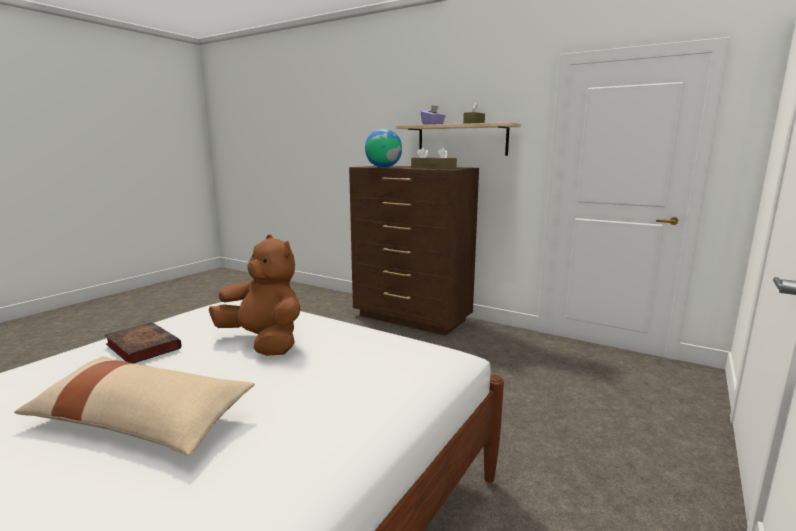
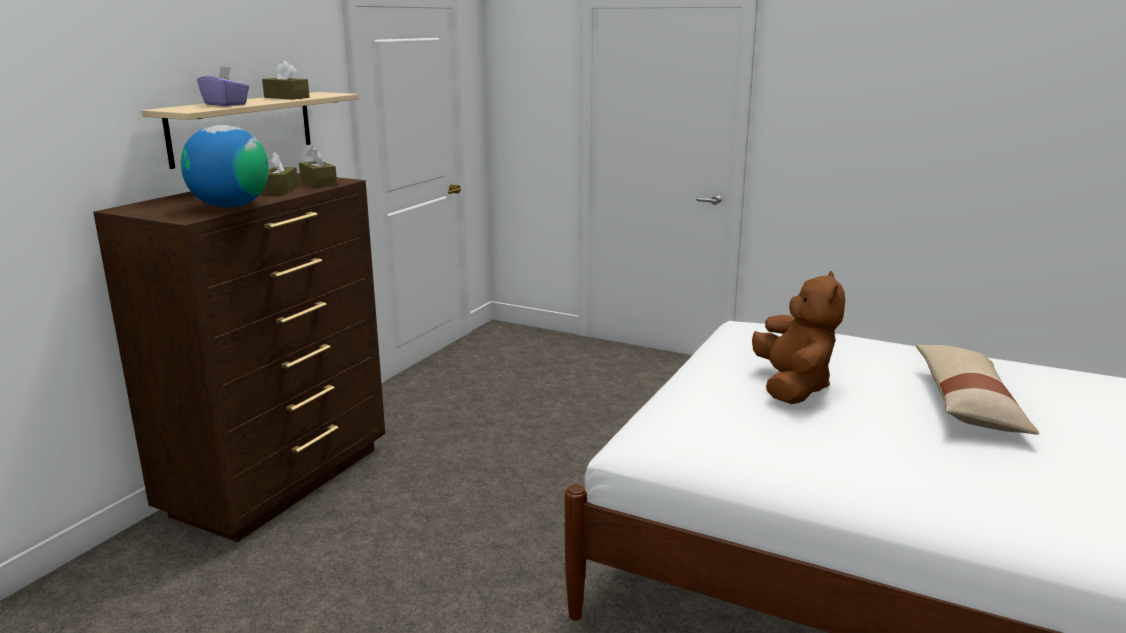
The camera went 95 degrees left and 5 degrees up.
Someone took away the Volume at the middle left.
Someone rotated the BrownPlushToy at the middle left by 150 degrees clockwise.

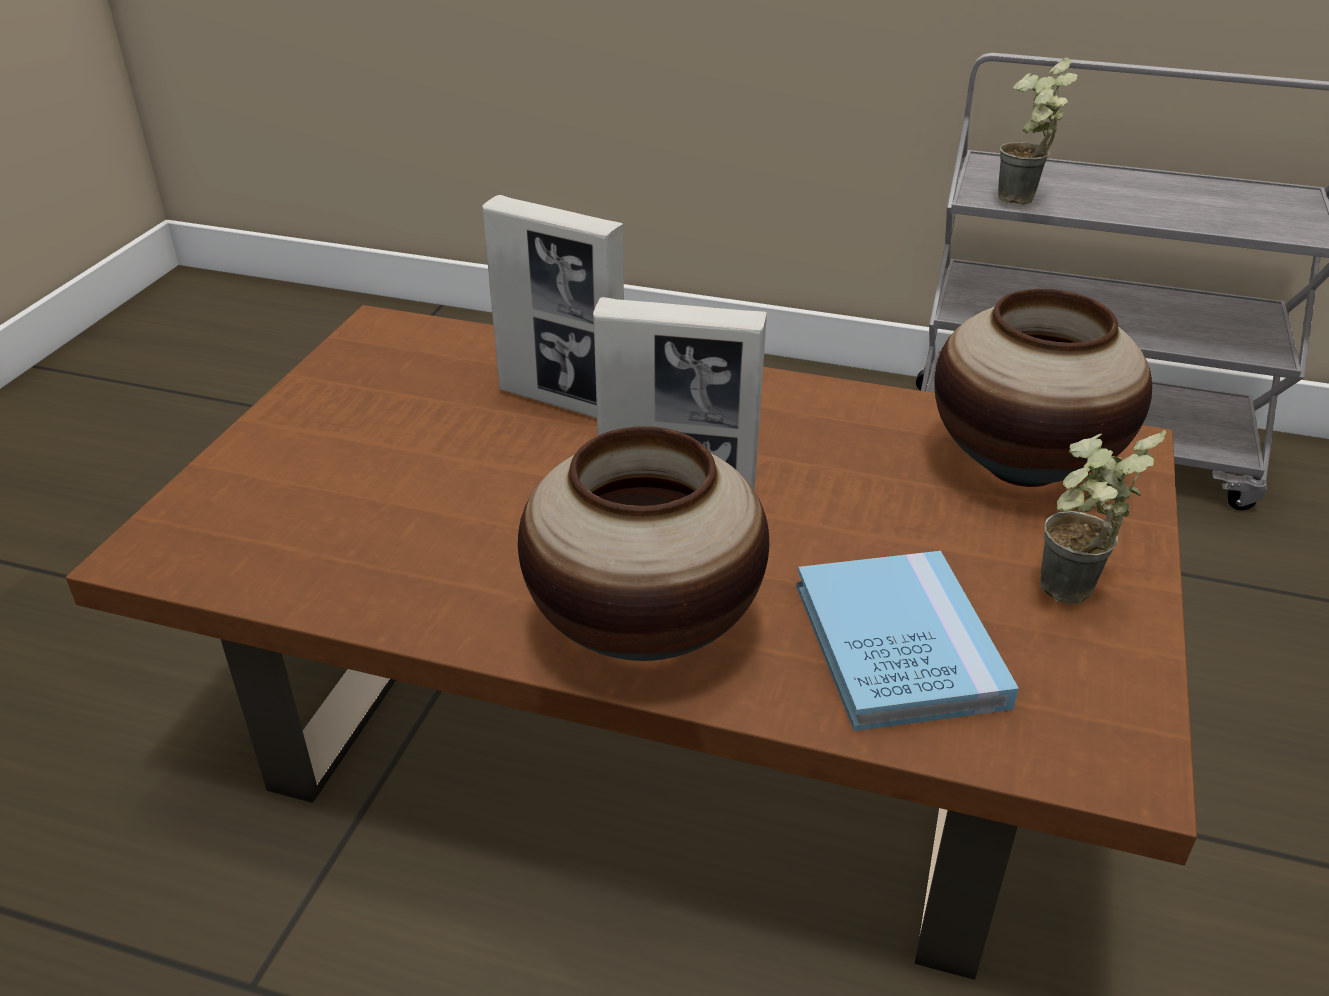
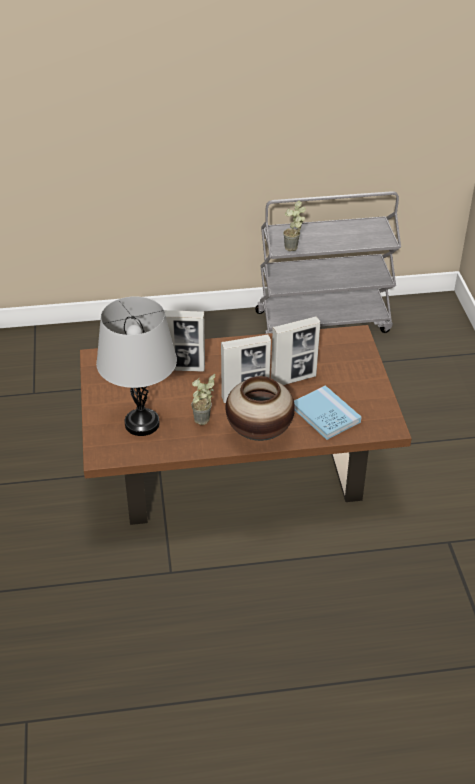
The camera went 25 degrees left and 5 degrees up.
Someone took away the FlowerVase (2nd from left) at the middle right.
Someone carried the PottedPlant (2nd from left in the first image) from the middle right to the centre.
Someone put down the GrayLampForATable at the middle left.
Someone put down the PictureFrame (3rd from left) at the centre.

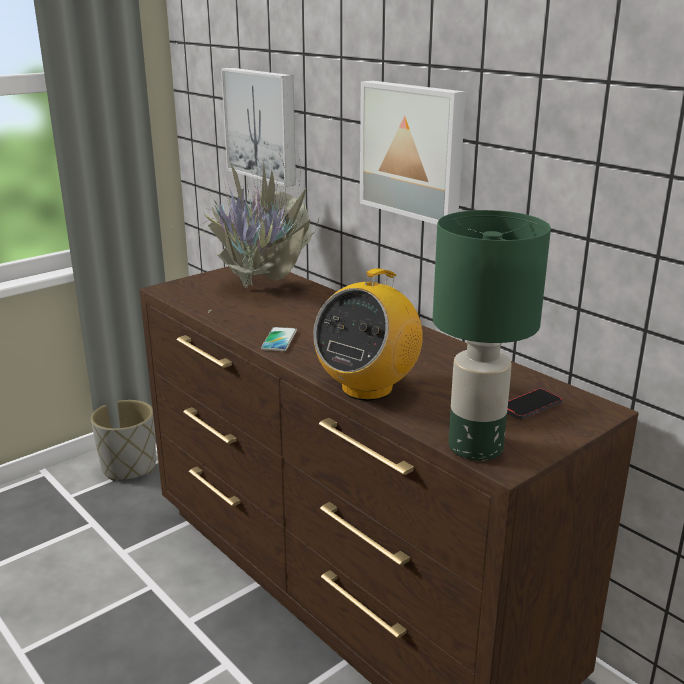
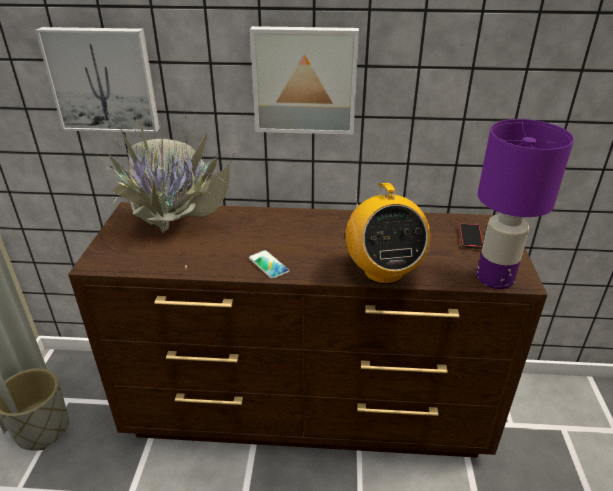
The camera went 45 degrees left and 10 degrees up.
Someone repainted the GreenishLampForATable at the middle right, which became the PurplishLampForATable at the middle right.

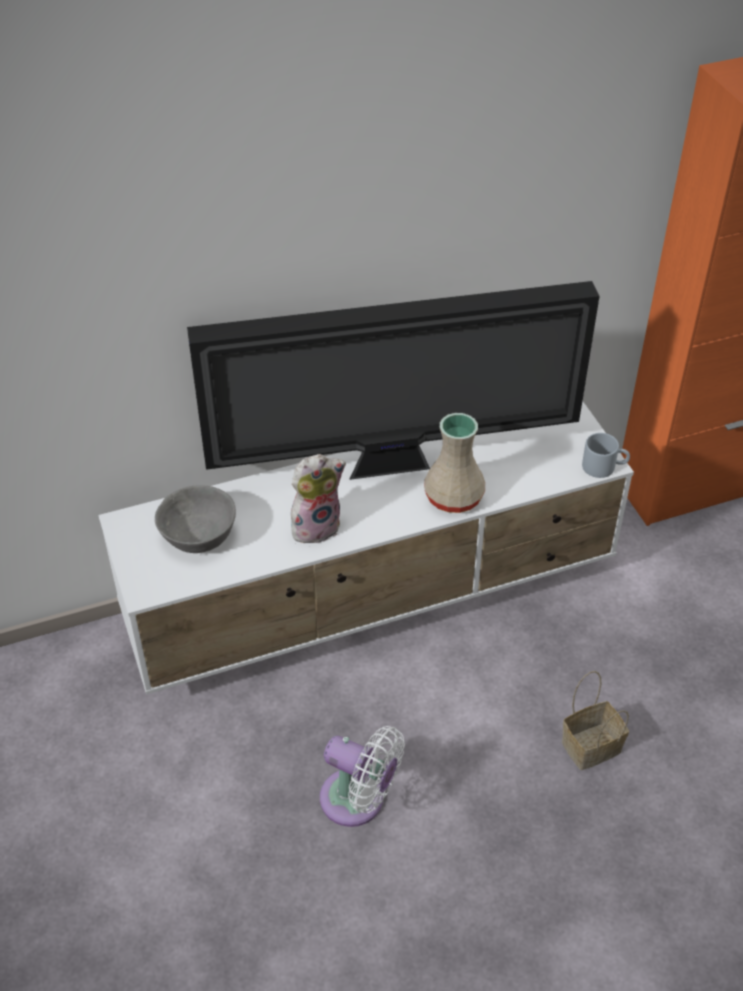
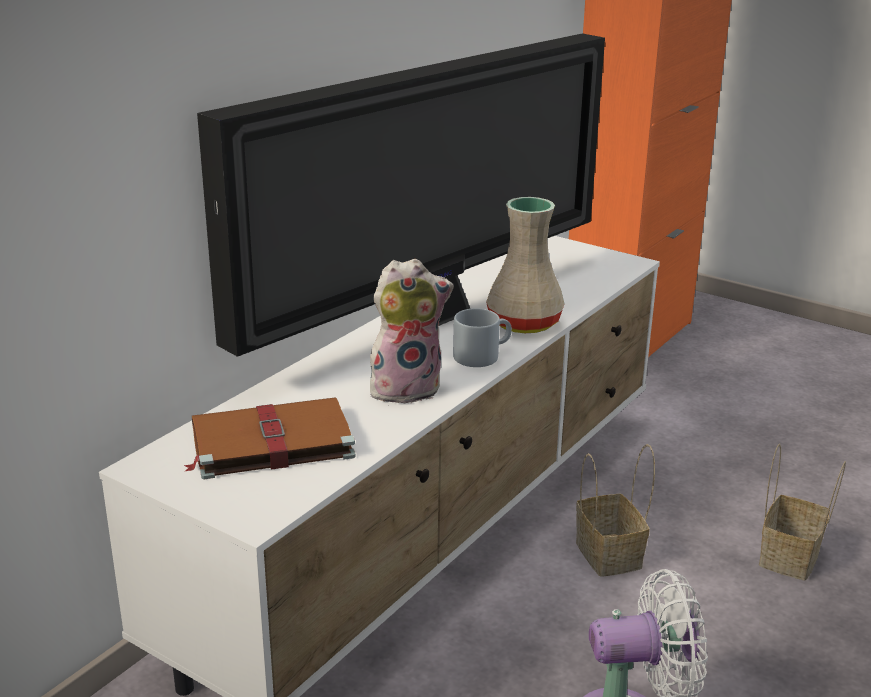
The camera went 35 degrees left and 20 degrees down.
Someone swapped the GrayDeepDish at the middle left for the BrownVolume at the middle left.
Someone rotated the PlushToy at the centre by 45 degrees clockwise.
Someone carried the GrayCoffeeMug from the middle right to the centre.
Someone put down the StorageBasket (1st from left) at the bottom right.

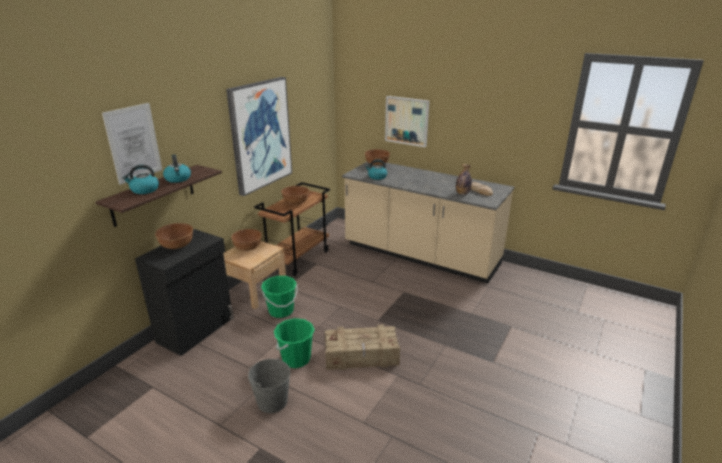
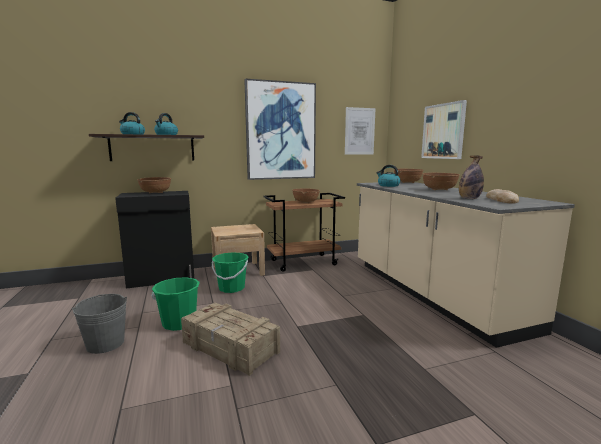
The camera went 40 degrees right and 15 degrees down.
Someone carried the WallPicture (1st from left in the first image) from the top left to the top centre.
Someone carried the BrownDeepDish (2nd from left in the first image) from the centre to the middle right.

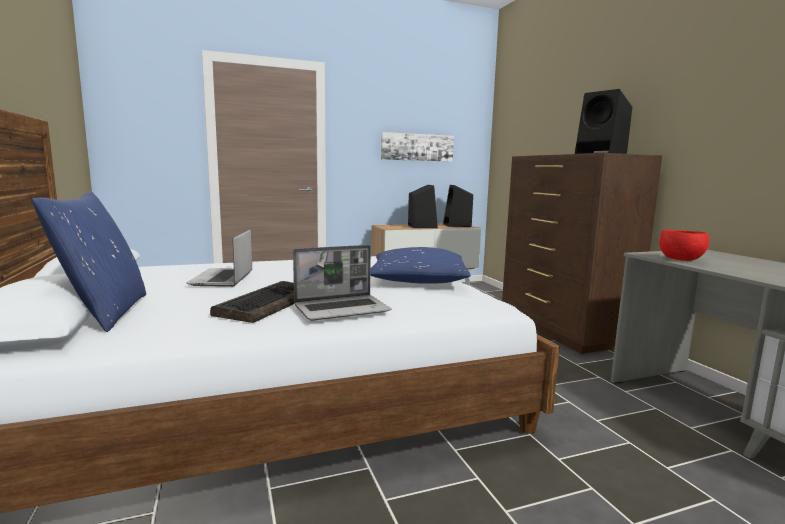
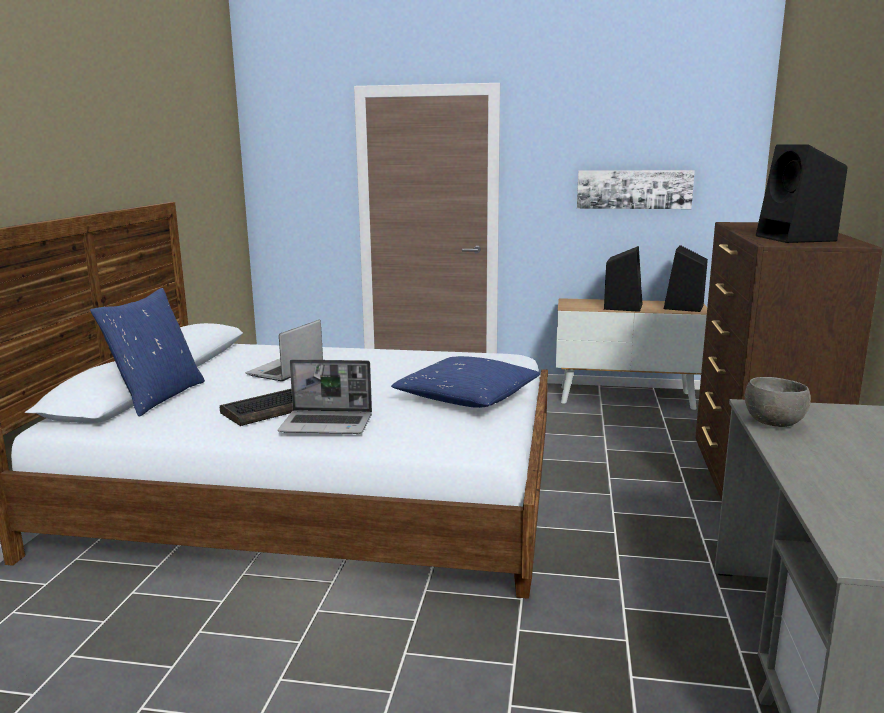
The camera went 30 degrees right and 5 degrees up.
Someone repainted the RedDeepDish at the middle right, which became the GrayDeepDish at the middle right.

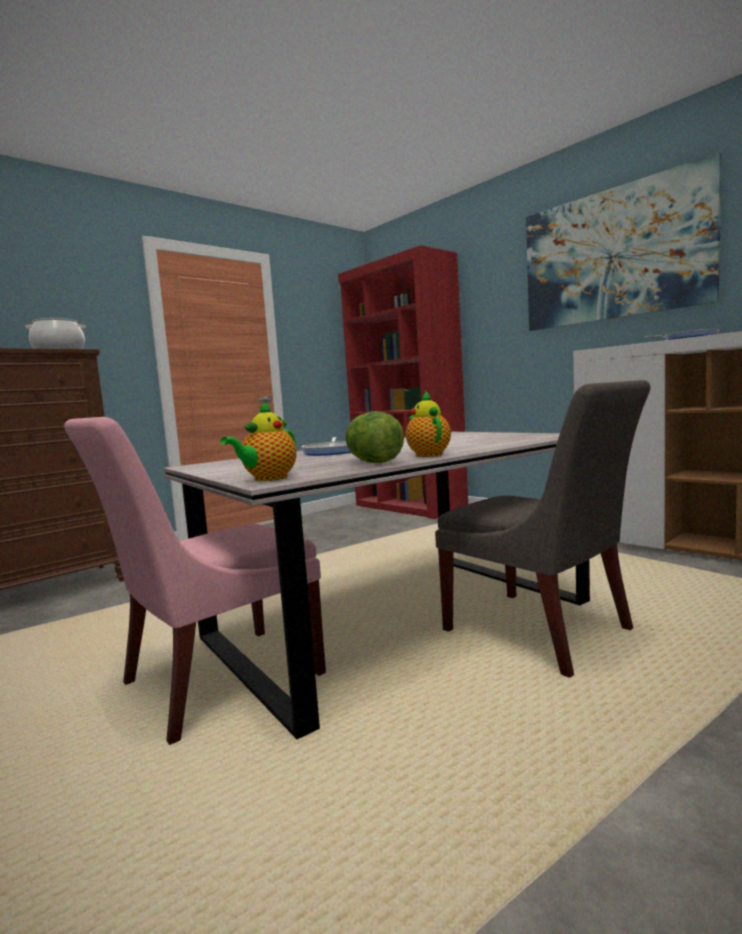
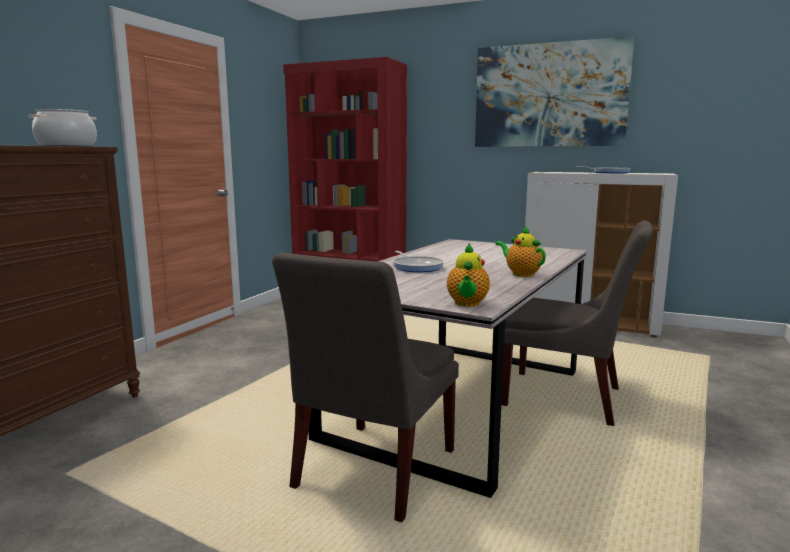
The camera went 25 degrees left and 5 degrees up.
Someone repainted the PinkColouredPlainChair at the middle left, which became the GrayPlainChair (1st from left) at the bottom centre.
Someone took away the HeadOfLettuce at the centre.

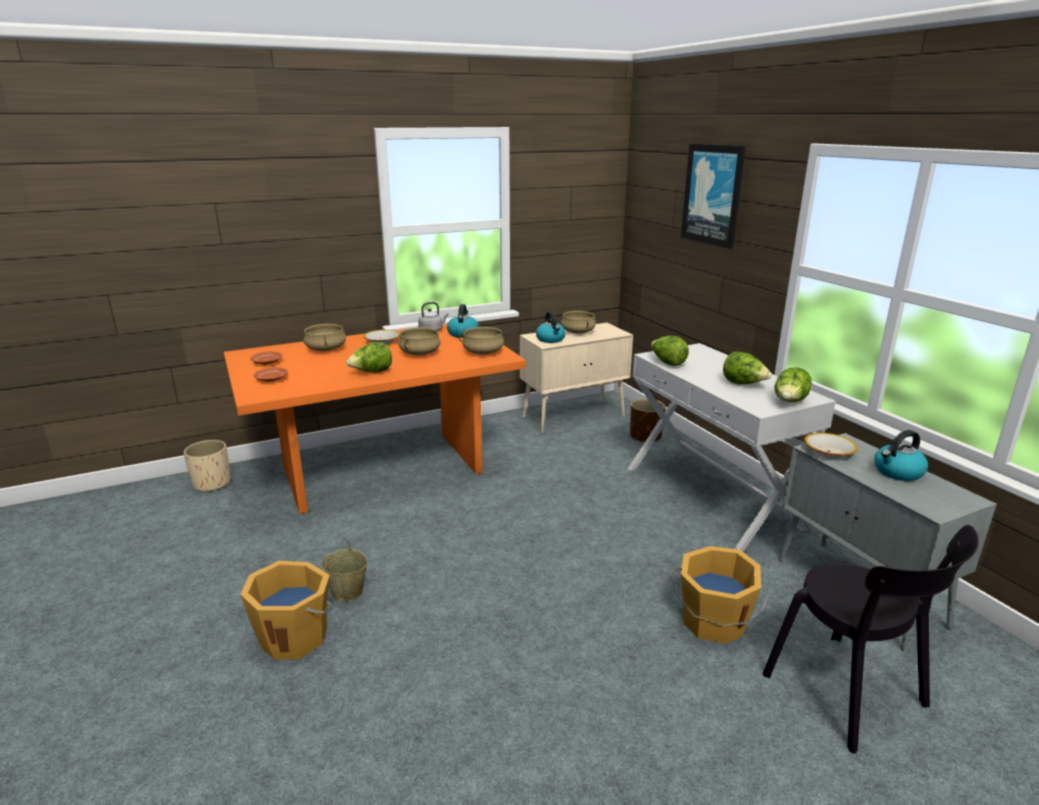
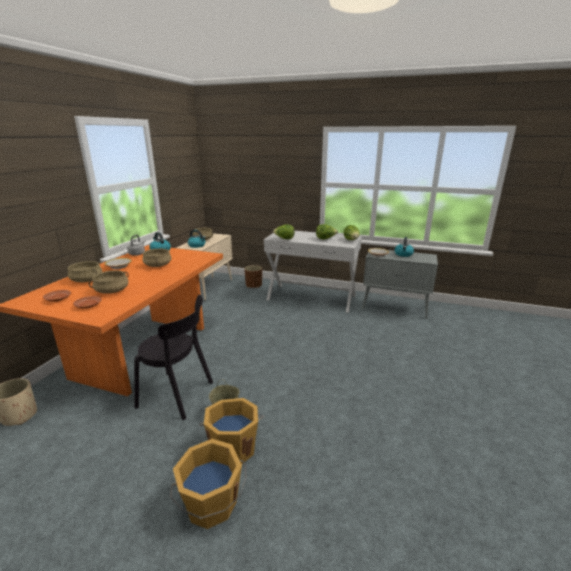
The camera went 45 degrees left and 0 degrees up.
Someone took away the HeadOfLettuce (1st from left) at the centre.
Someone carried the BeigeColouredStockpot (3rd from left in the first image) from the centre to the middle left.
Someone carried the OrangeColouredPail (2nd from left in the first image) from the bottom right to the bottom centre.
Someone took away the WallPicture at the top right.
Someone carried the BlackishPlainChair from the bottom right to the middle left.

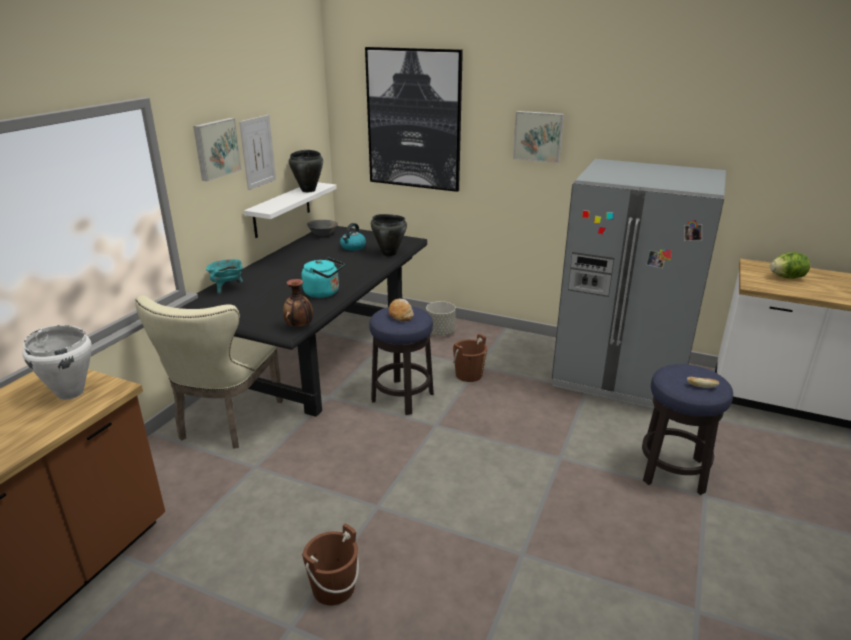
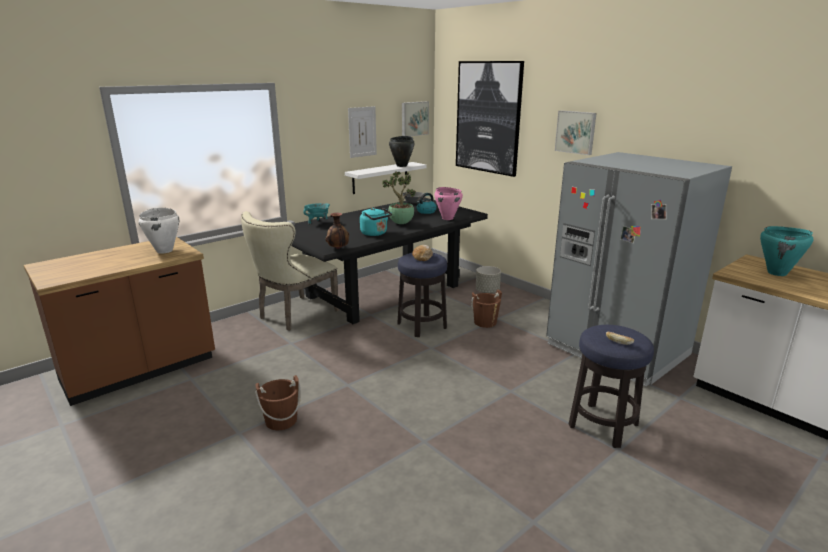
The camera went 25 degrees right and 5 degrees down.
Someone carried the WallPicture (1st from left in the first image) from the top left to the top centre.
Someone repainted the BlackishStockpot (2nd from left) at the centre, which became the PinkColouredStockpot at the centre.
Someone swapped the HeadOfLettuce at the middle right for the BlueGreenStockpot (2nd from left) at the middle right.
Someone put down the PottedPlant at the centre.

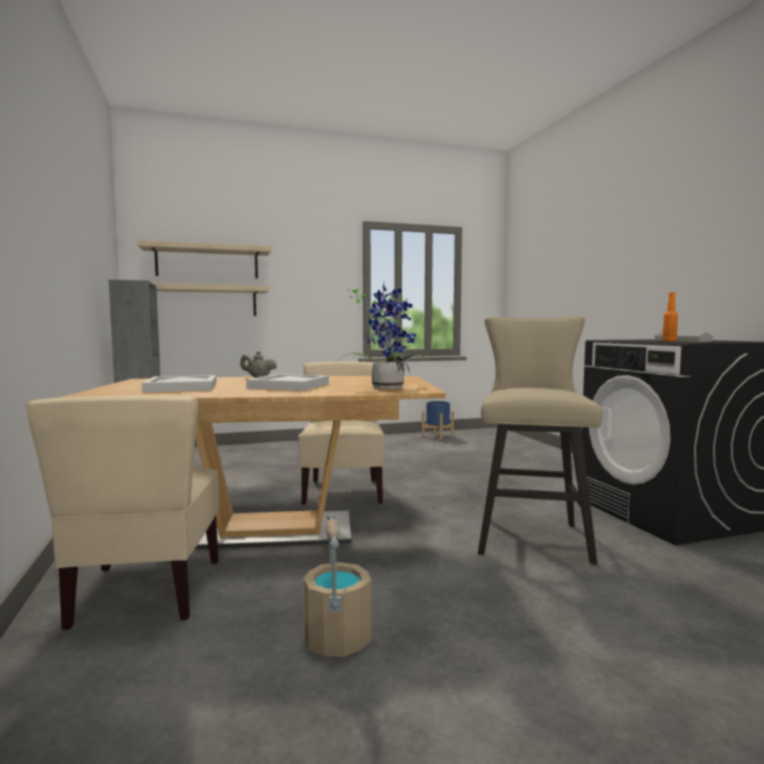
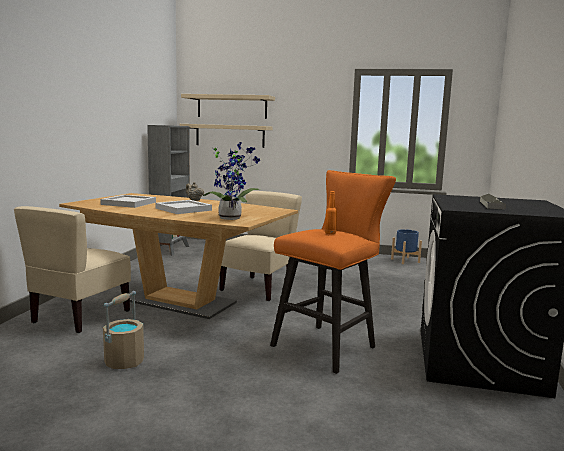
The camera went 30 degrees right and 5 degrees up.
Someone repainted the BeigeColouredStoolSeat at the middle right, which became the OrangeColouredStoolSeat at the centre.
Someone carried the OrangeColouredBeverageBottle from the middle right to the centre.

